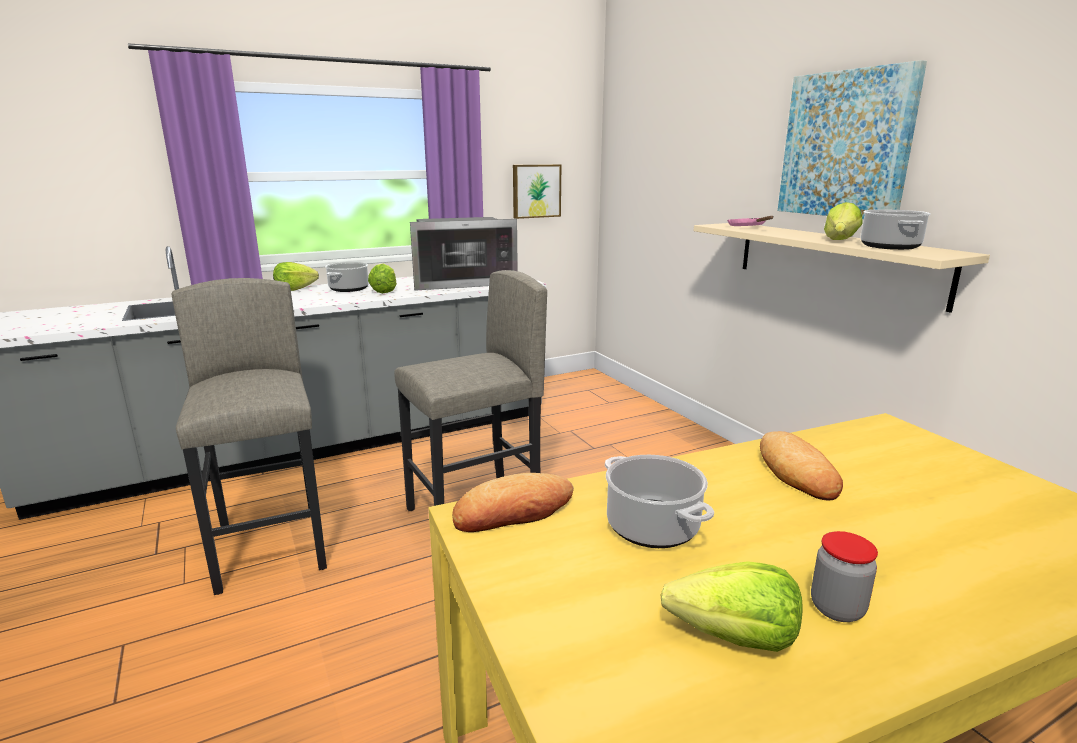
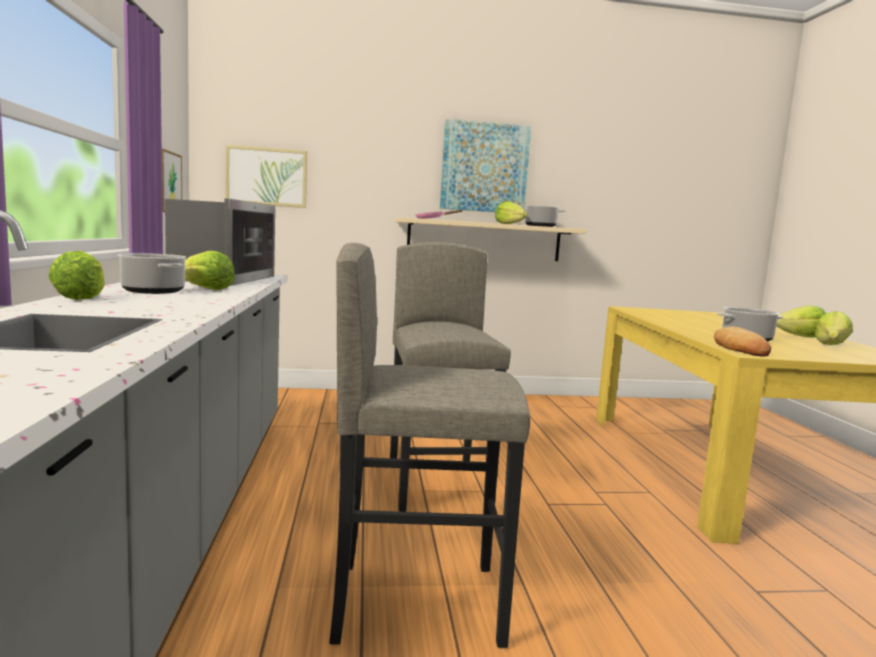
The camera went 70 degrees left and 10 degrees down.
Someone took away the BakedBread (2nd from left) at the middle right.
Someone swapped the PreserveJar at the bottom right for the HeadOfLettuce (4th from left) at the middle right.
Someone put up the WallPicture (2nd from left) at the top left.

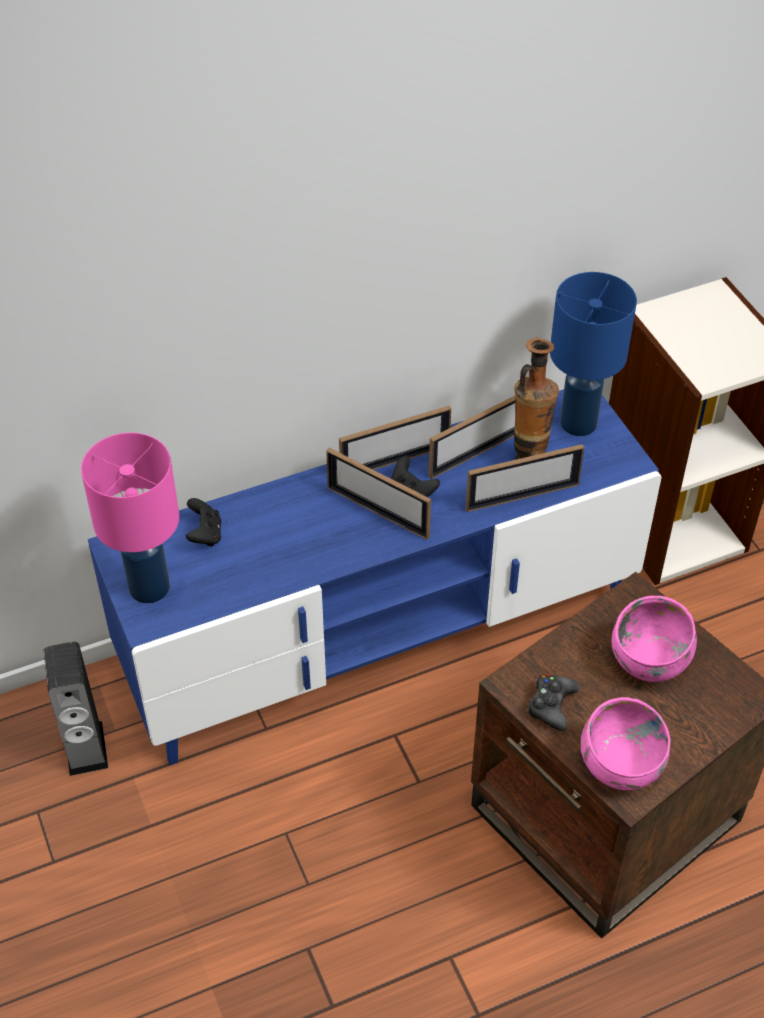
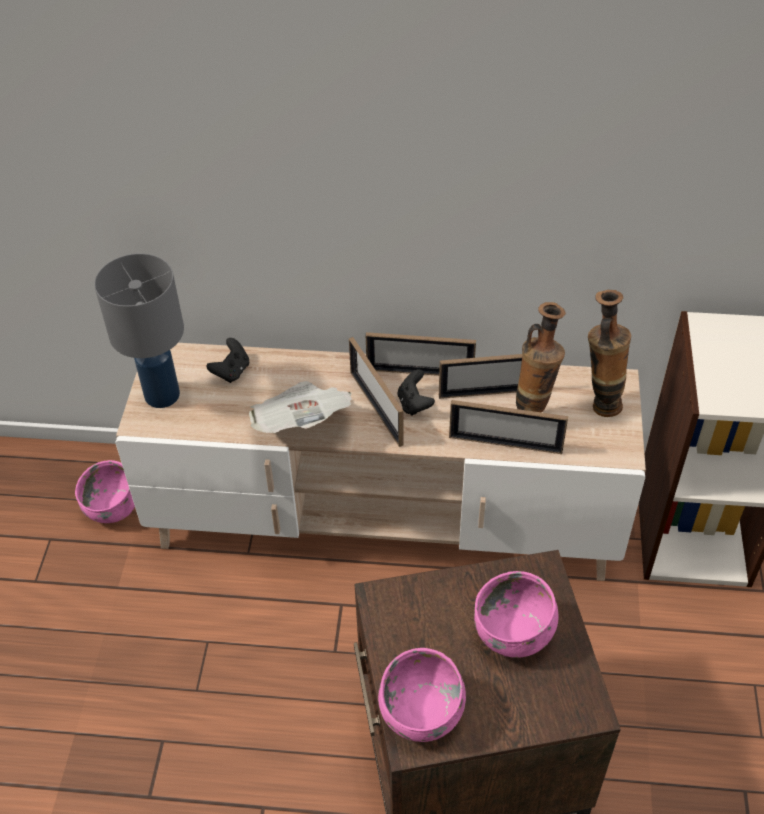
The camera went 30 degrees right and 0 degrees up.
Someone swapped the Loudspeaker at the bottom left for the PinkColouredDeepDish (1st from left) at the middle left.
Someone repainted the PinkColouredLampForATable at the middle left, which became the GrayLampForATable at the middle left.
Someone repainted the BlueTvStand at the centre, which became the BeigeColouredTvStand at the centre.
Someone took away the BlackishGamepad (3rd from left) at the bottom right.
Someone swapped the BlueLampForATable at the middle right for the FlowerVase (2nd from left) at the middle right.
Someone put down the DailyPaper at the centre.

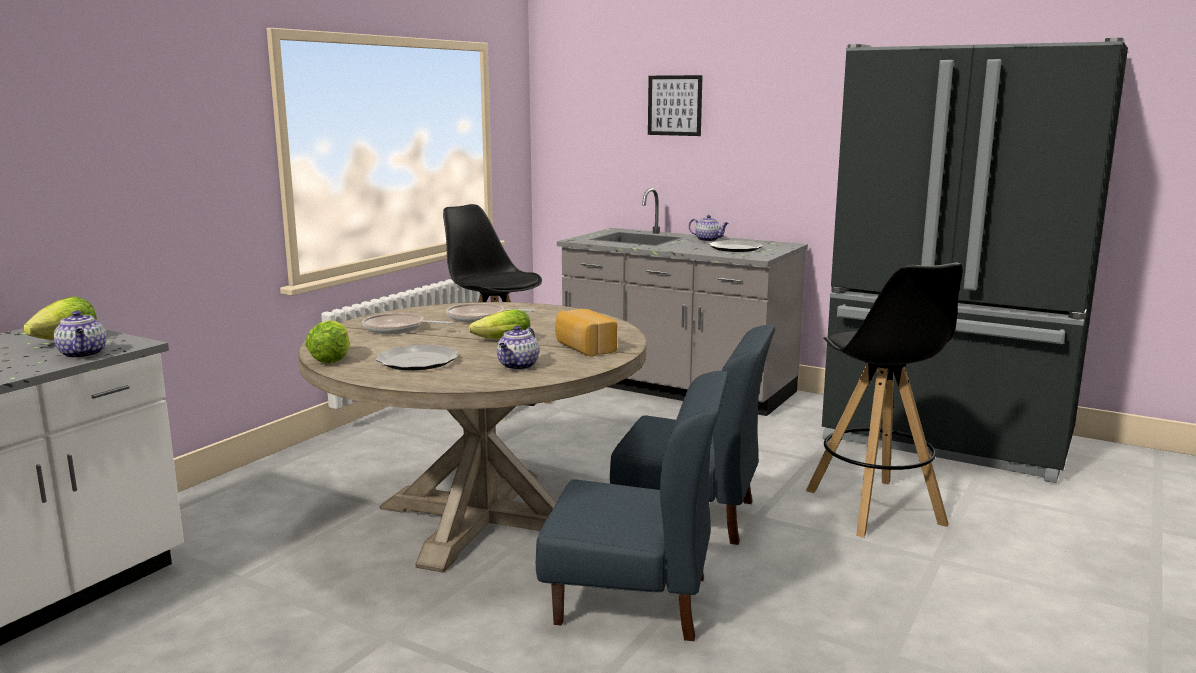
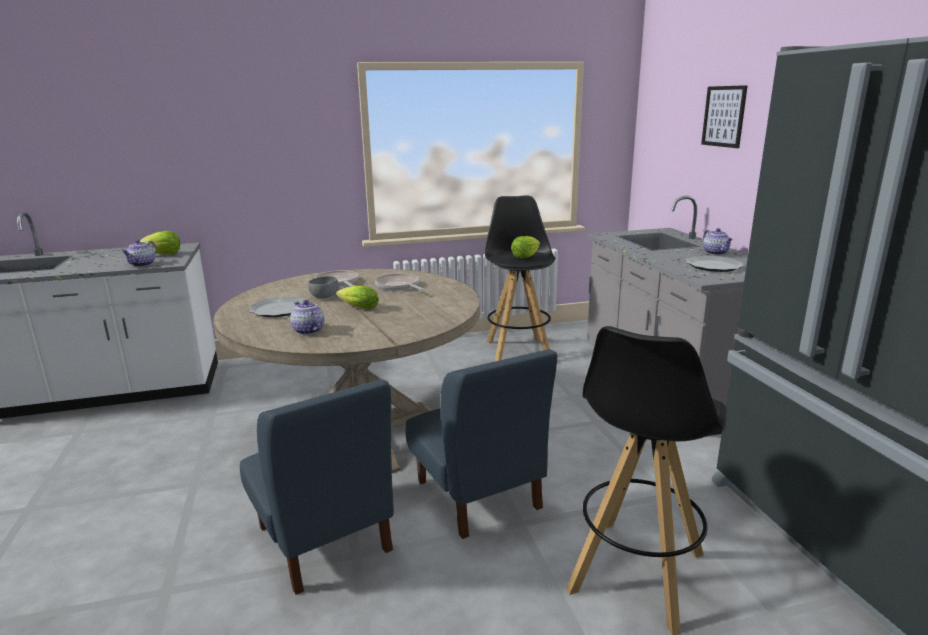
The camera went 45 degrees right and 5 degrees up.
Someone carried the HeadOfLettuce (2nd from left in the first image) from the middle left to the centre.
Someone rotated the TeaPot (2nd from left) at the centre by 75 degrees clockwise.
Someone took away the BakedBread at the centre.
Someone put down the GrayDeepDish at the centre.

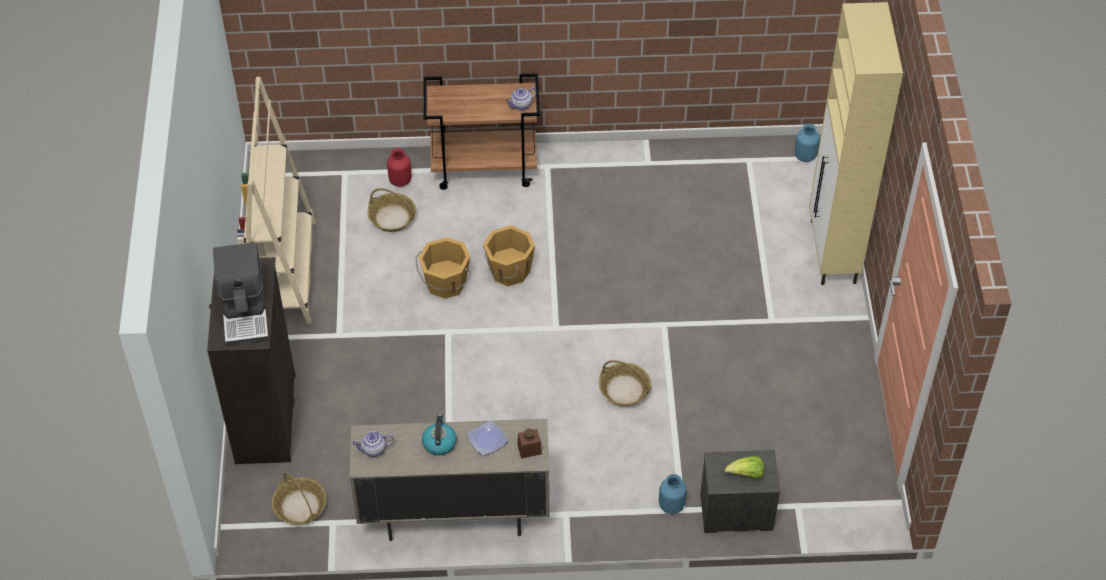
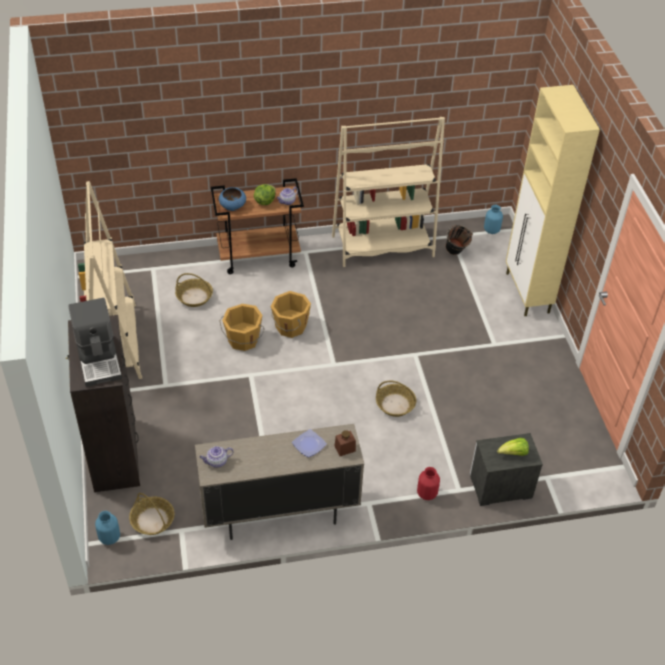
The camera went 10 degrees left and 5 degrees down.
Someone carried the RedFlowerVase from the top centre to the bottom centre.
Someone took away the Kettle at the bottom centre.
Someone carried the BlueFlowerVase (1st from left) from the bottom centre to the bottom left.
Someone put down the BlueDeepDish at the top centre.
Someone put down the HeadOfLettuce (1st from left) at the top centre.
Someone put down the BeigeColouredBookshelf (2nd from left) at the top centre.
Someone put down the BlackishPail at the middle right.

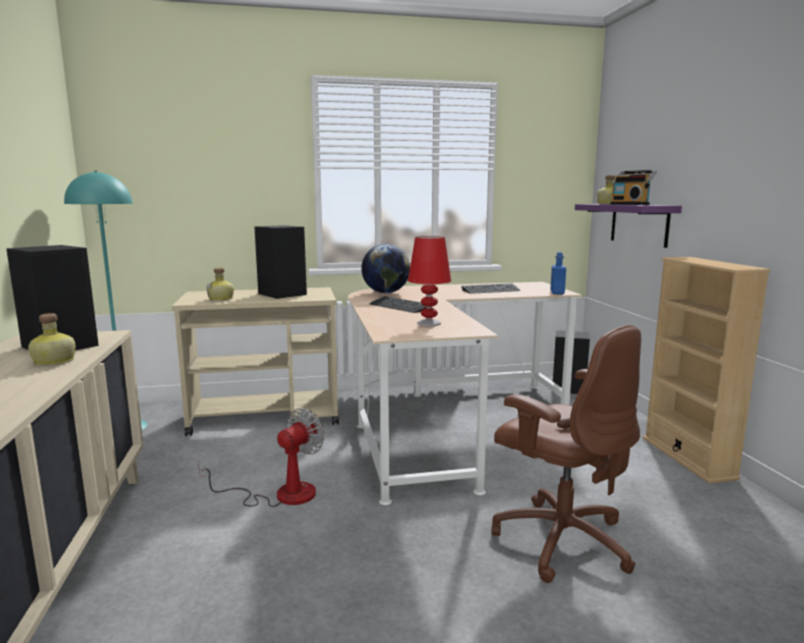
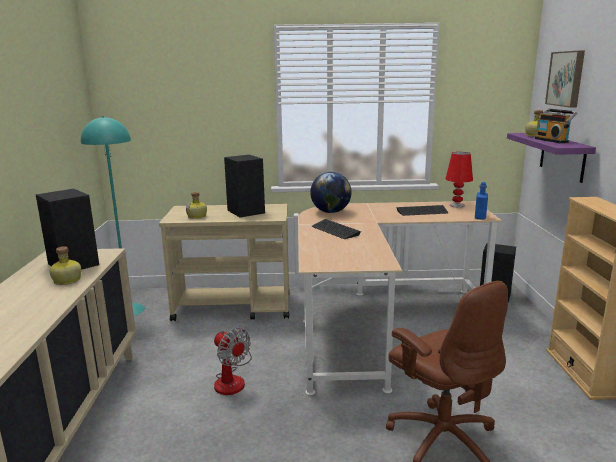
The camera went 10 degrees right and 5 degrees up.
Someone rotated the CoolingFan at the bottom left by 90 degrees clockwise.
Someone carried the RedLampForATable from the centre to the middle right.
Someone put up the WallPicture at the top right.

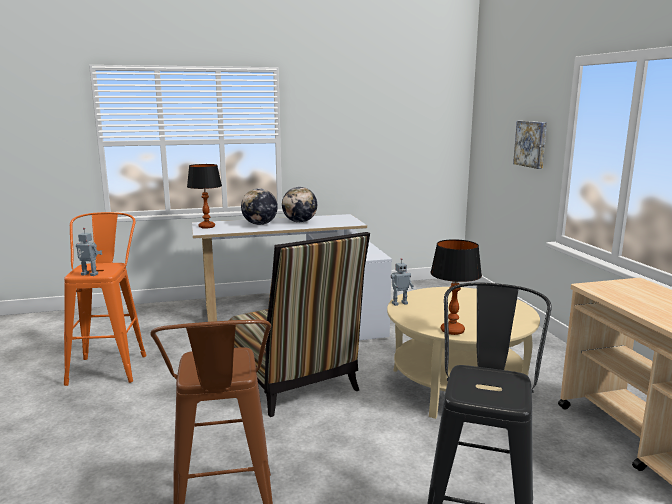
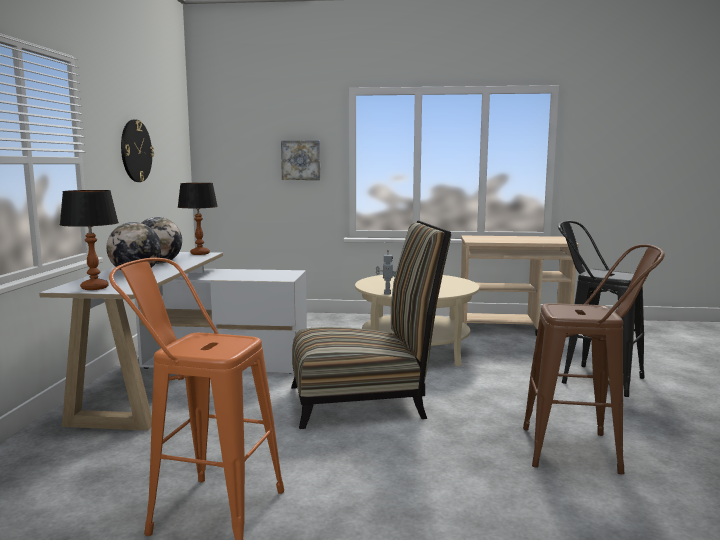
The camera went 70 degrees left and 5 degrees down.
Someone took away the RobotFigure (1st from left) at the middle left.
Someone carried the LampForATable (2nd from left) from the middle right to the middle left.
Someone put up the WallClock at the top left.

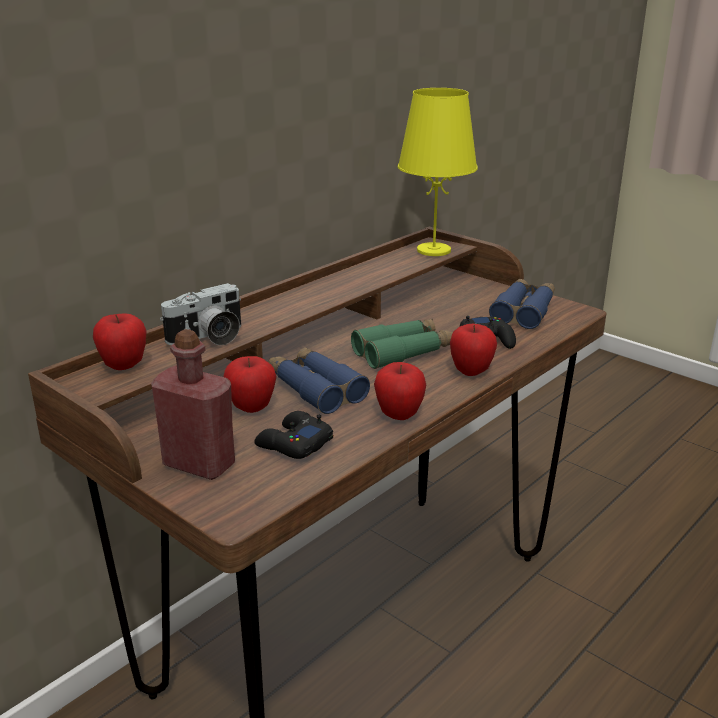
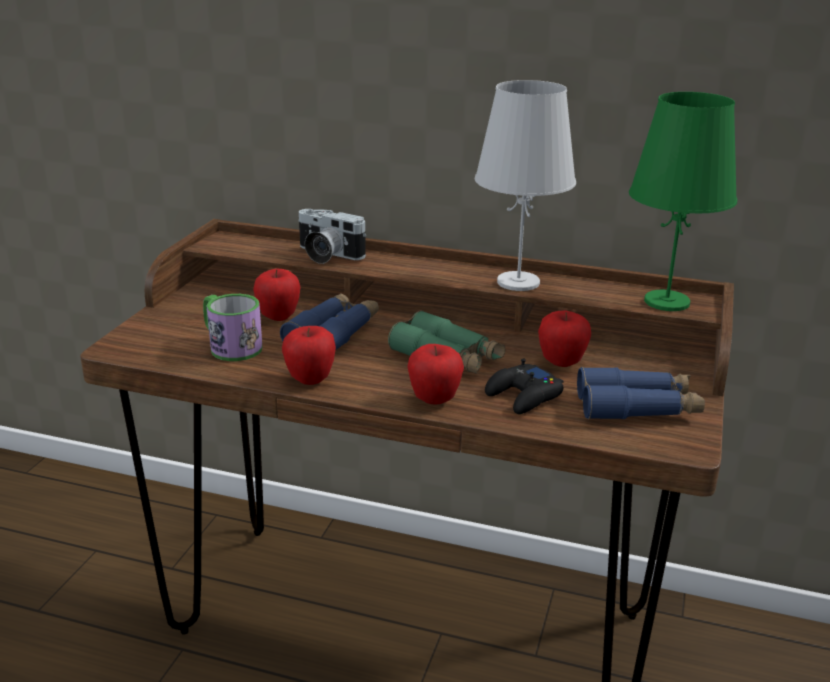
The camera went 65 degrees right and 0 degrees up.
Someone carried the WholeApple (1st from left in the first image) from the middle left to the middle right.
Someone took away the RedBeverageBottle at the middle left.
Someone swapped the BlackishGamepad (1st from left) at the centre for the CoffeeMug at the middle left.
Someone repainted the YellowishLampForATable at the top centre, which became the GreenishLampForATable at the top right.
Someone put down the WhiteColouredLampForATable at the top centre.

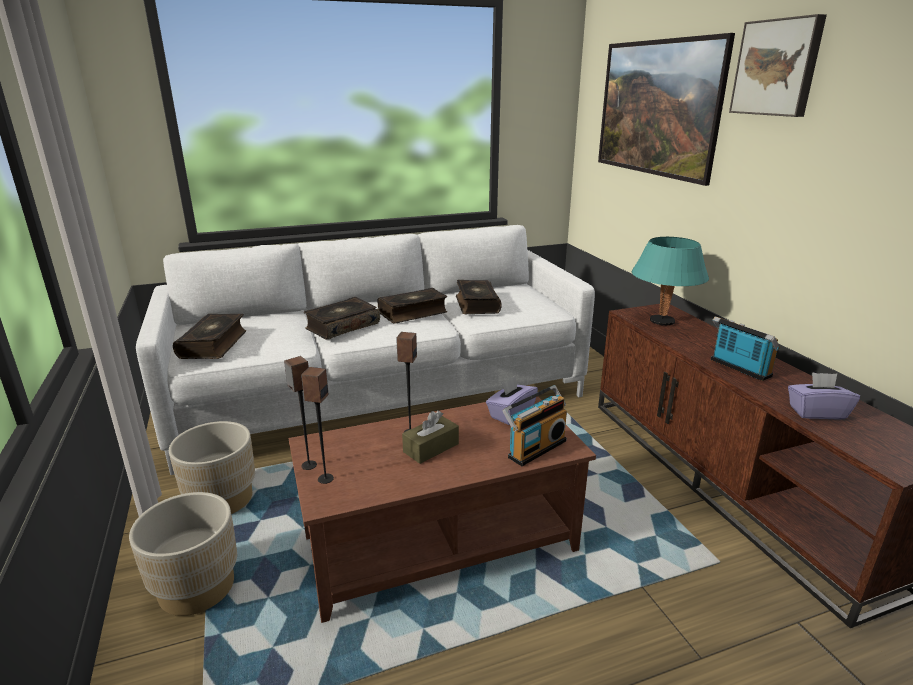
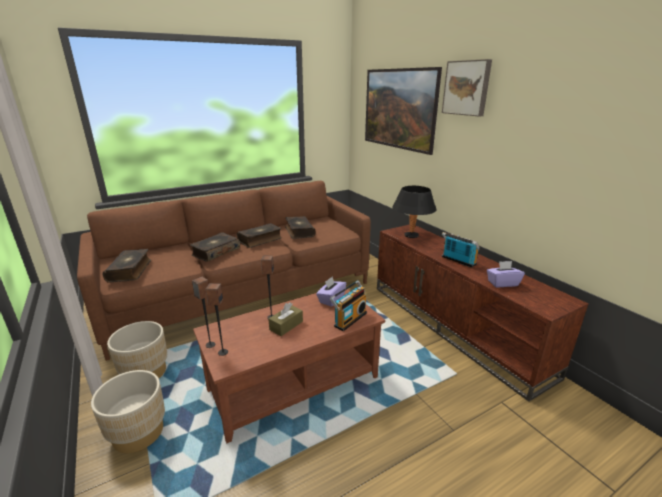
The camera went 10 degrees left and 0 degrees up.
Someone repainted the WhiteColouredCouch at the centre, which became the BrownCouch at the centre.
Someone repainted the BlueGreenLampForATable at the middle right, which became the BlackishLampForATable at the centre.

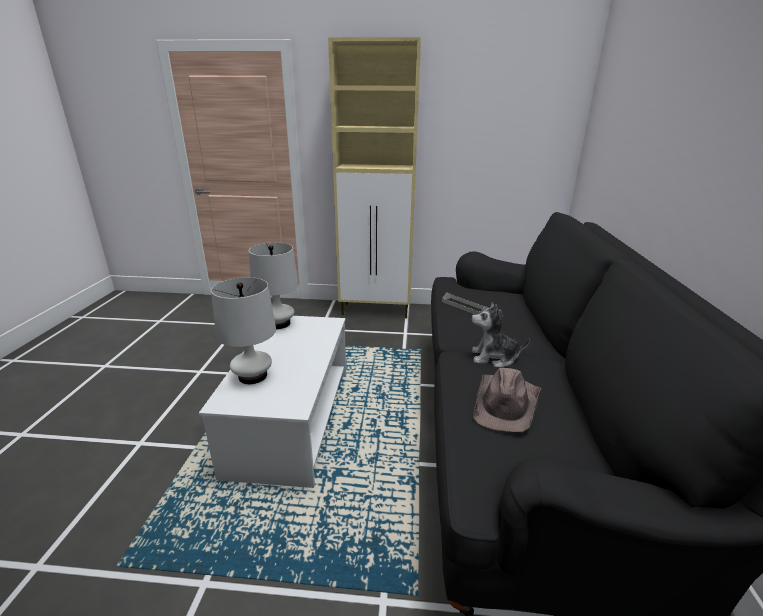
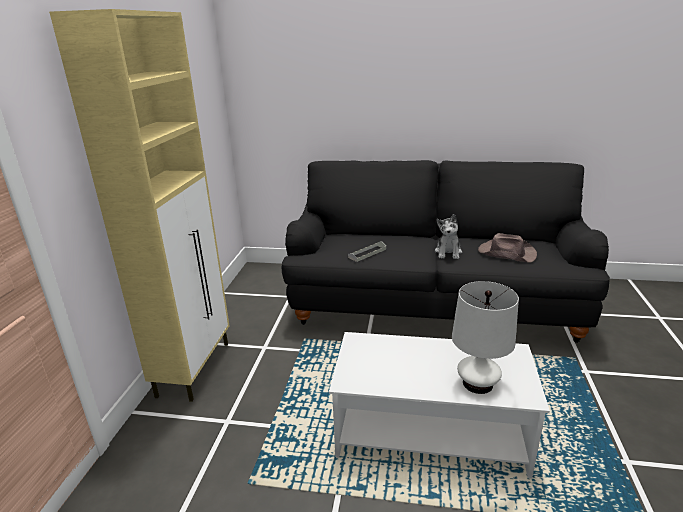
The camera went 85 degrees left and 0 degrees up.
Someone took away the WhiteColouredLampForATable (2nd from left) at the centre.

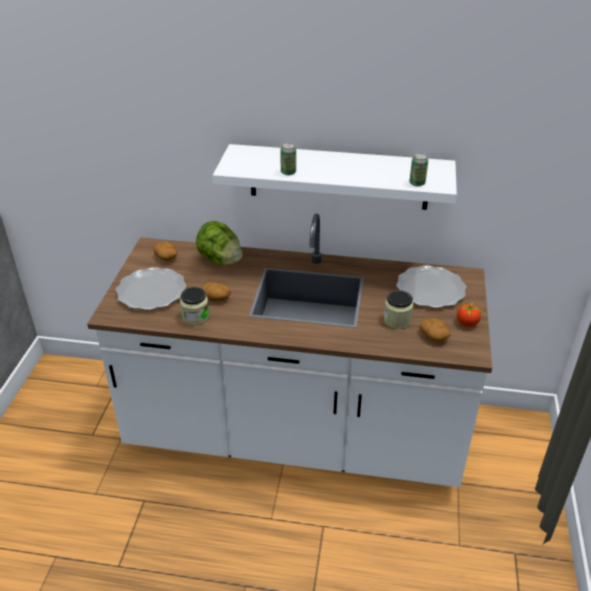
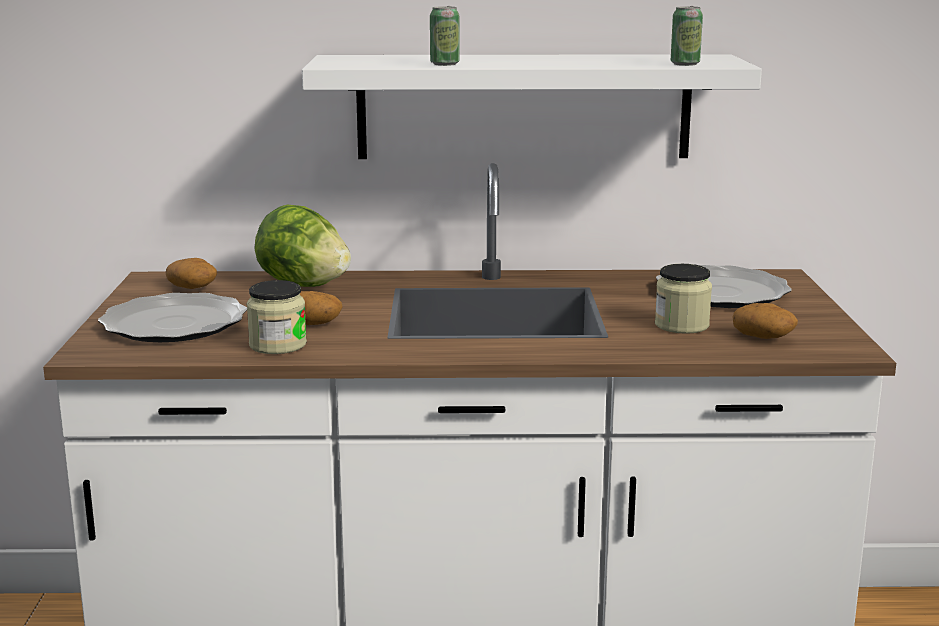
The camera went 10 degrees left and 20 degrees down.
Someone took away the Tomato at the middle right.

